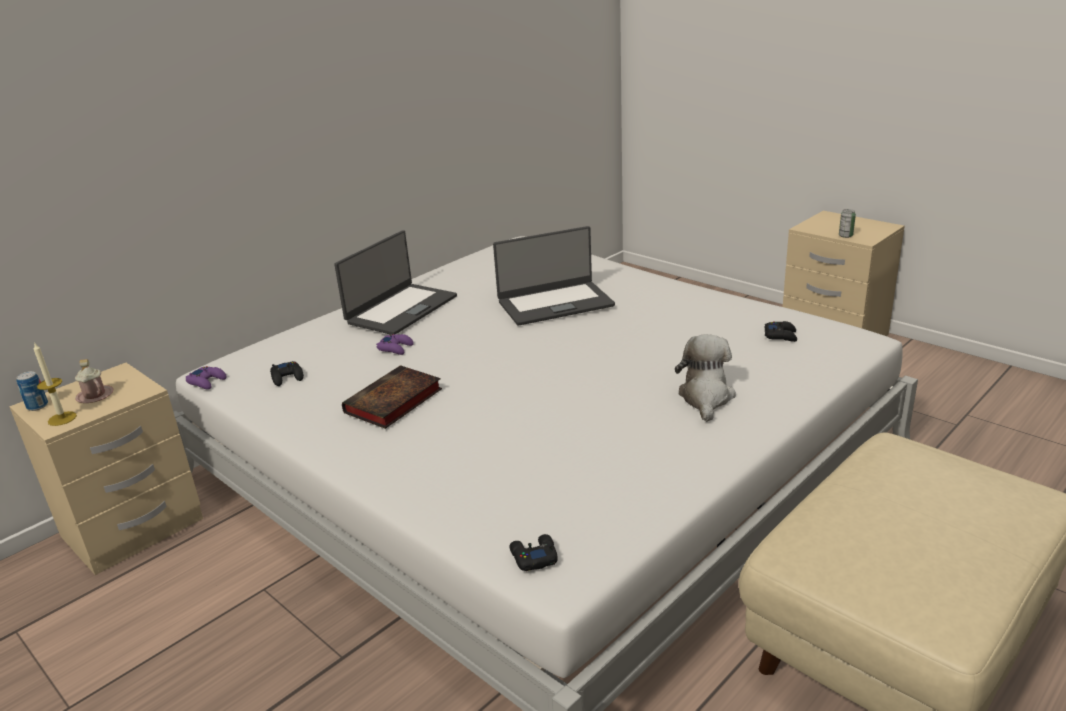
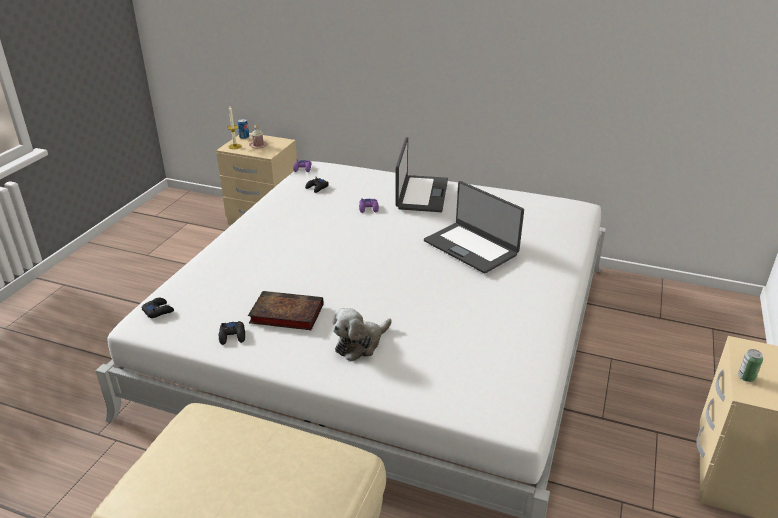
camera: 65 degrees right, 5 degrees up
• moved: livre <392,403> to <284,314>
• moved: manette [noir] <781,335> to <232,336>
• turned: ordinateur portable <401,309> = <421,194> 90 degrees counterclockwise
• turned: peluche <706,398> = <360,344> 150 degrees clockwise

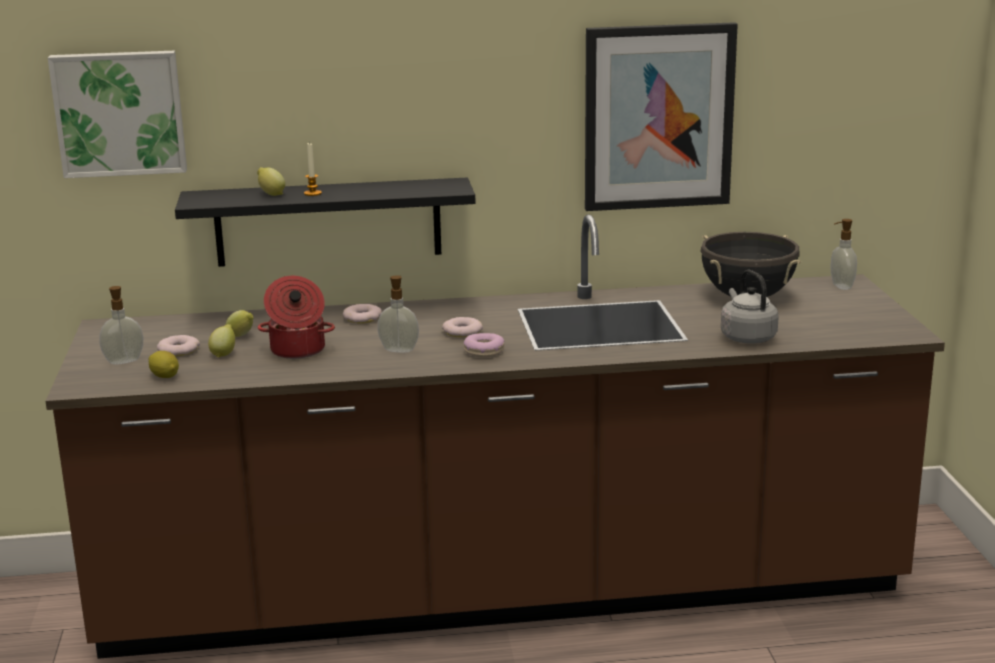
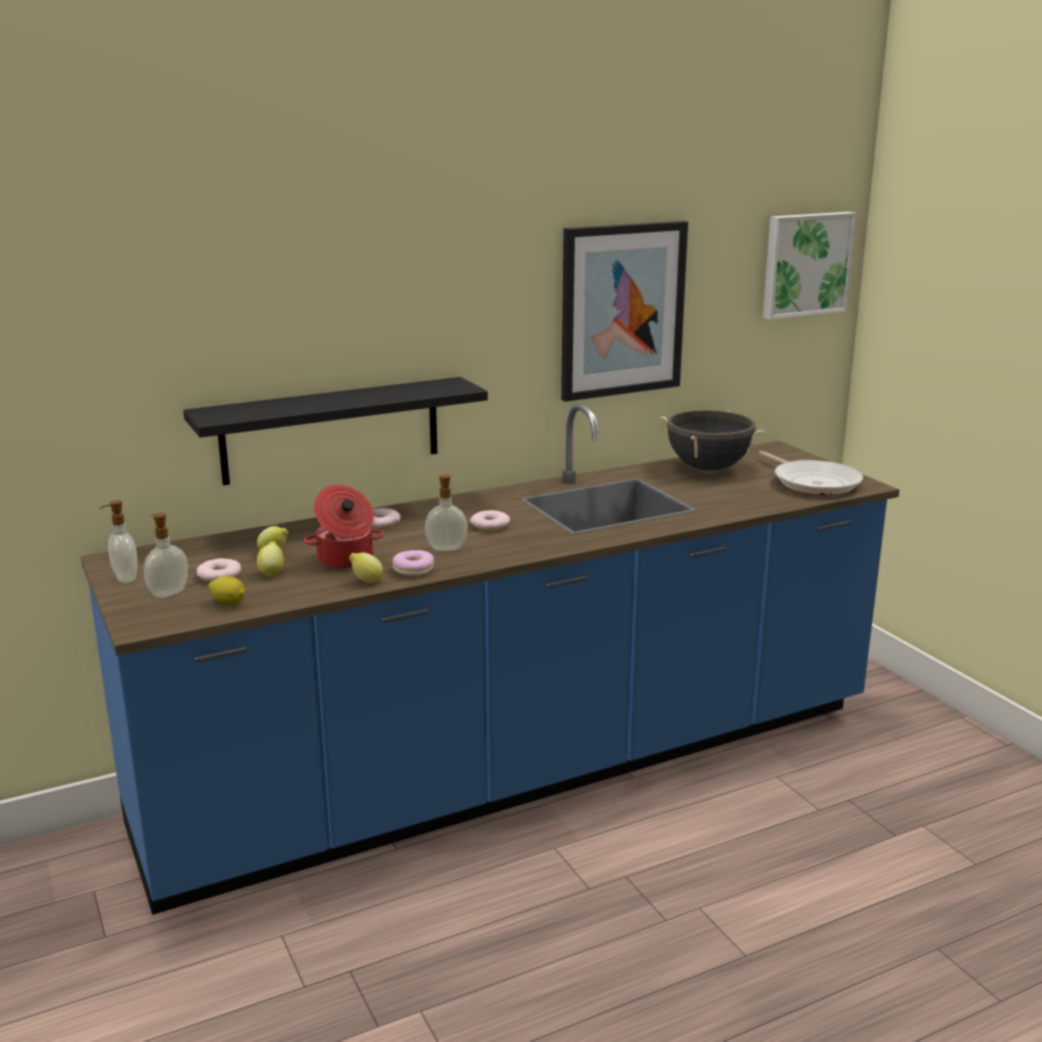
camera: 20 degrees left, 0 degrees up
• removed: bougie <312,193>
• removed: bouilloire [gris] <746,337>
• added: poêle <813,482>
• moved: tableau <120,113> to <805,264>
• moved: citron <271,194> to <366,581>
• moved: beignet <484,351> to <413,569>
• moved: distributeur de savon <840,286> to <124,578>
• recoloured: comptoir de cuisine [marron] <502,592> to comptoir de cuisine [bleu] <521,769>

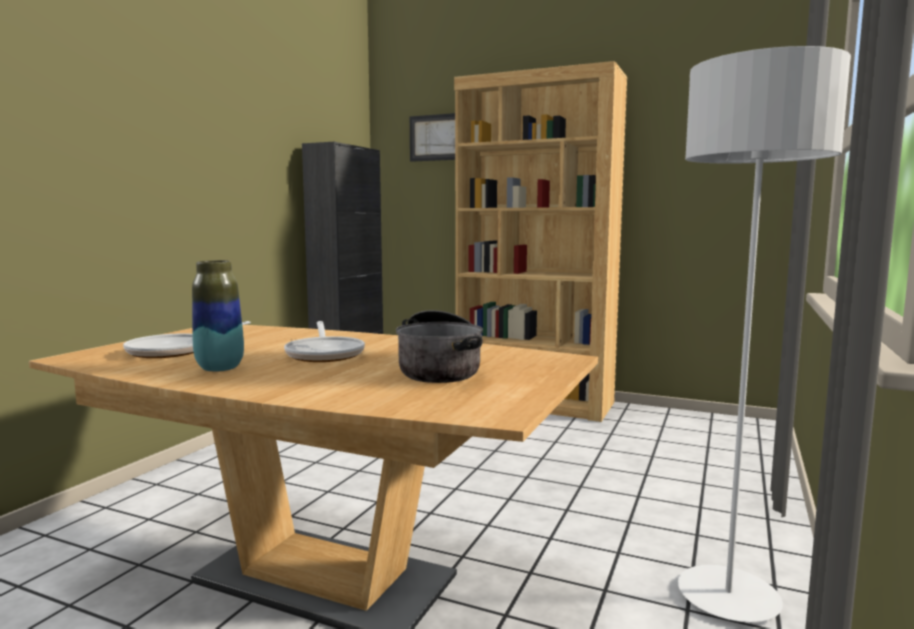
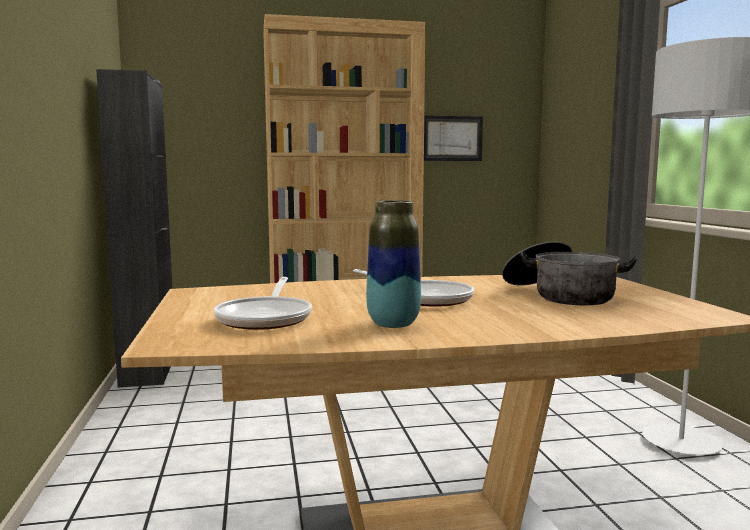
camera: 35 degrees left, 0 degrees up
• moved: tableau <438,137> to <452,138>

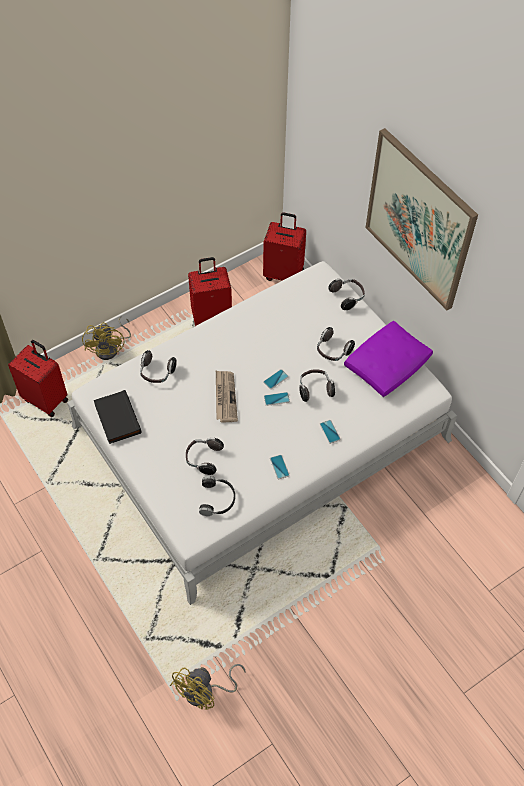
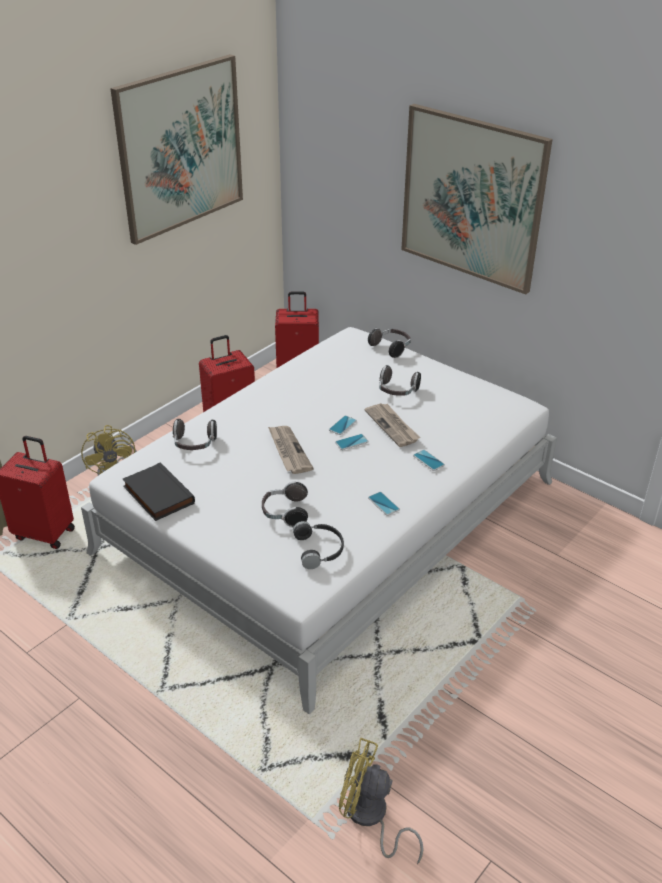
camera: 15 degrees left, 20 degrees down
• removed: coussin [violet] <386,365>
• added: tableau <180,148>
• replaced: casque audio <315,389> to journal <392,426>
• turned: ventilateur [jaune] <205,692> = <370,818> 90 degrees clockwise

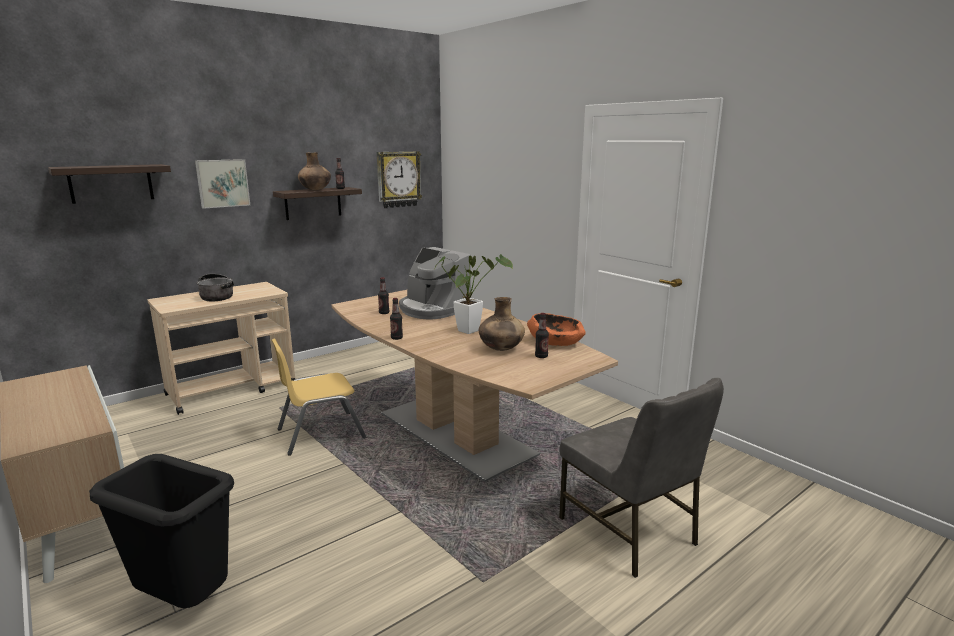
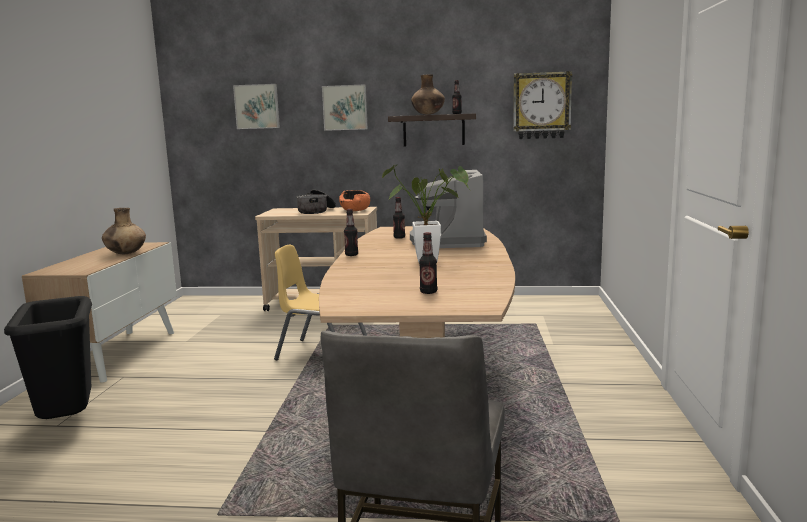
camera: 45 degrees right, 5 degrees down
• moved: vase [marron] <501,349> to <125,254>
• moved: bol [orange] <555,342> to <355,210>
• replaced: étagère <111,183> to tableau <257,106>

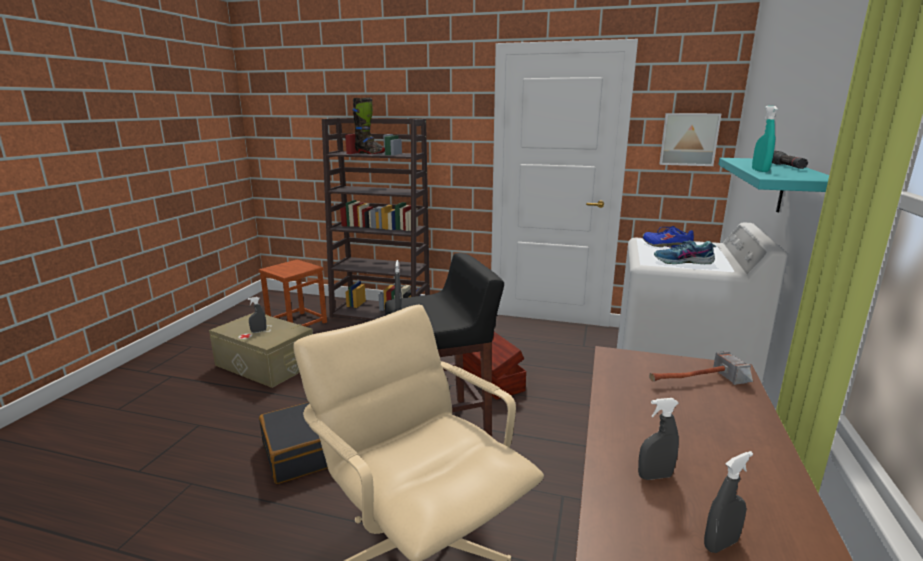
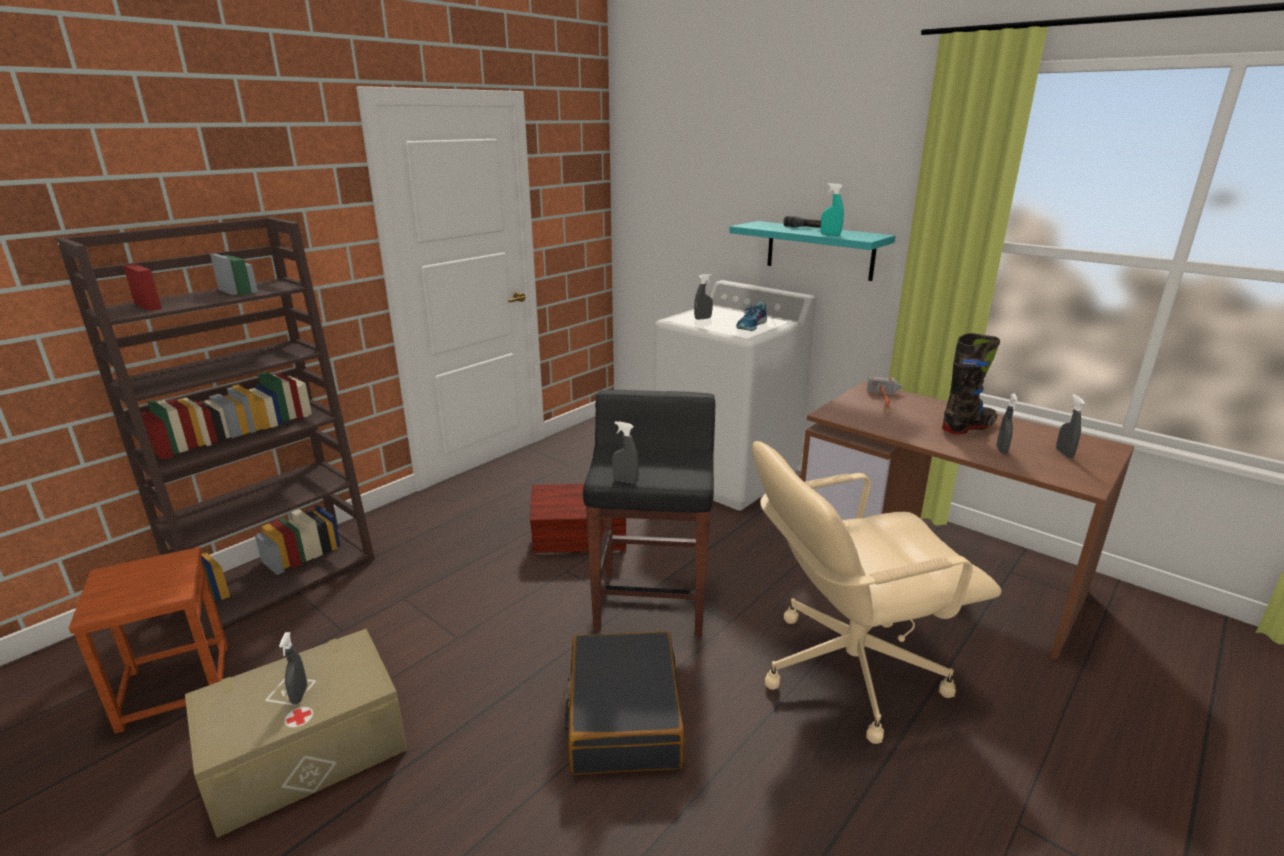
camera: 65 degrees left, 5 degrees up
• removed: tableau <689,139>
• moved: botte [noir] <369,153> to <968,427>
• replaced: chaussure [bleu] <667,246> to vaporisateur [gris] <703,318>

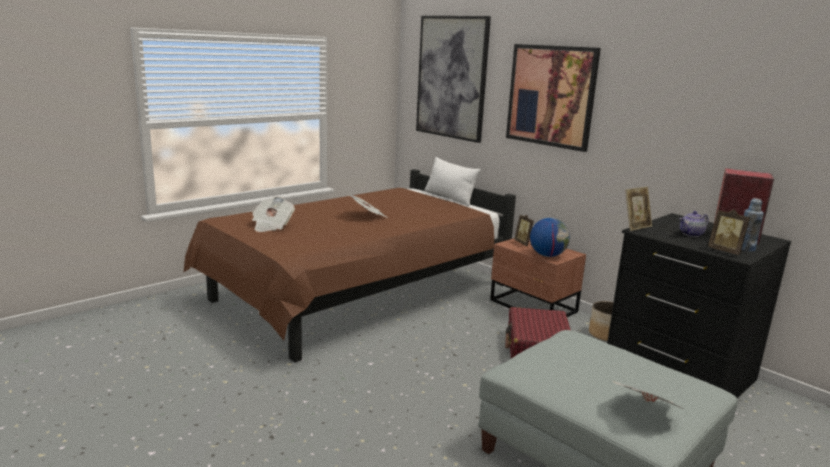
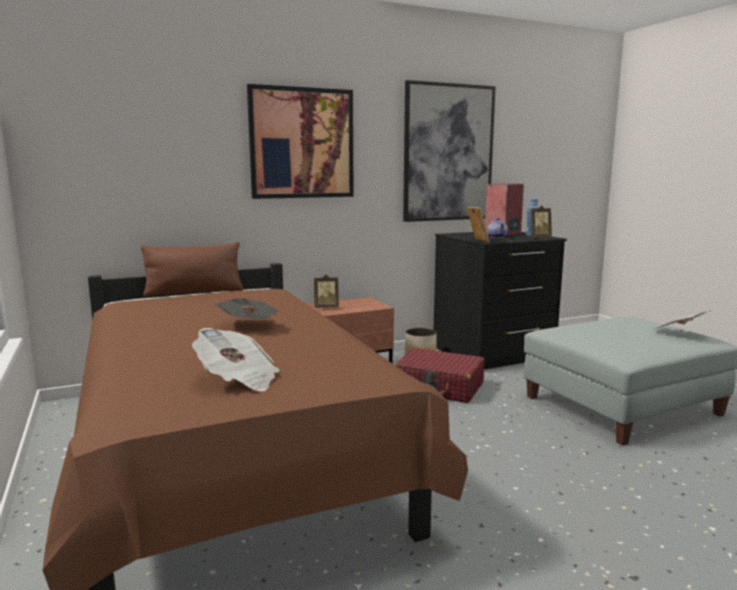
camera: 70 degrees left, 5 degrees down
• removed: globe <547,255>
• moved: tableau <452,77> to <448,153>
• recoloured: coussin [blanc] <449,197> to coussin [marron] <194,292>

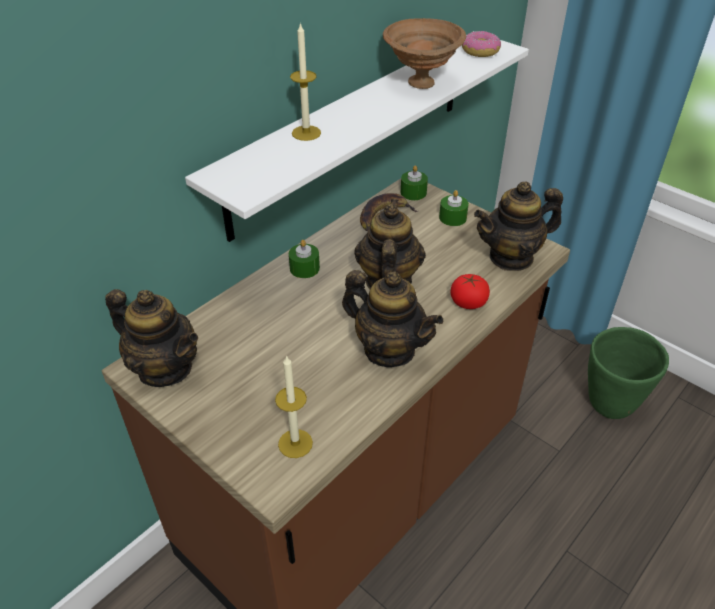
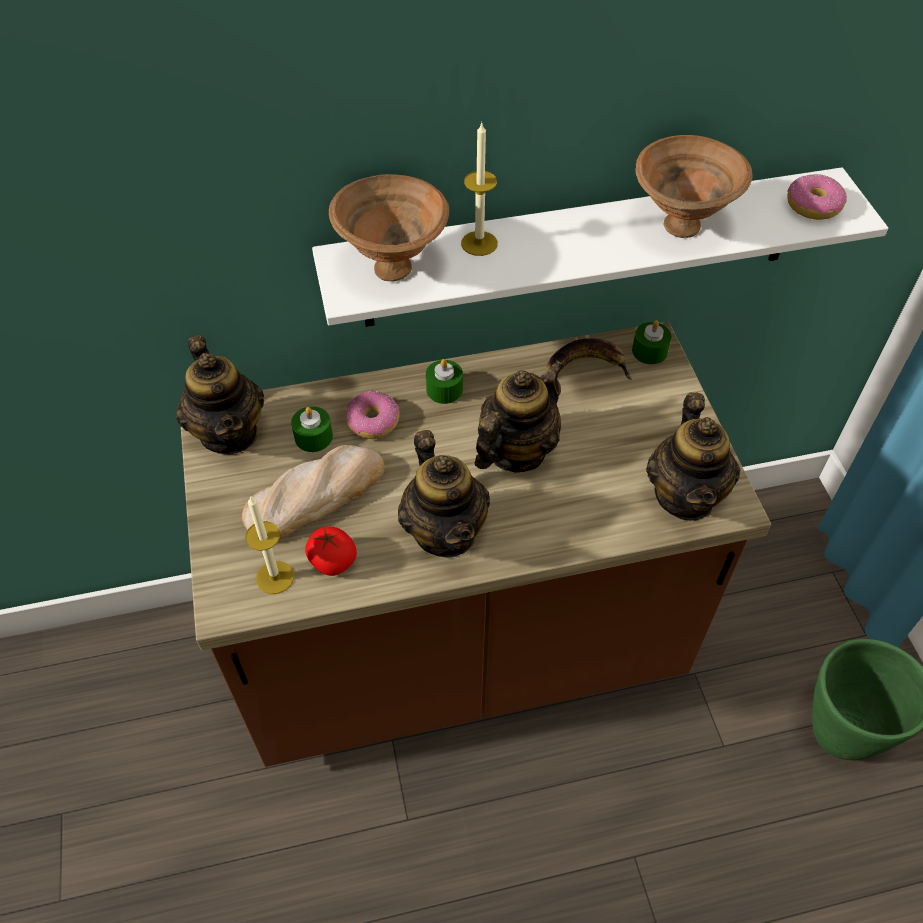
camera: 35 degrees right, 10 degrees up
• added: pain <316,495>
• added: bol [marron] <391,267>
• added: beignet <372,421>
• moved: bougie [vert] <452,218> to <313,437>
• moved: tomate <468,303> to <332,561>
• turned: théière <511,257> = <685,496> 105 degrees counterclockwise

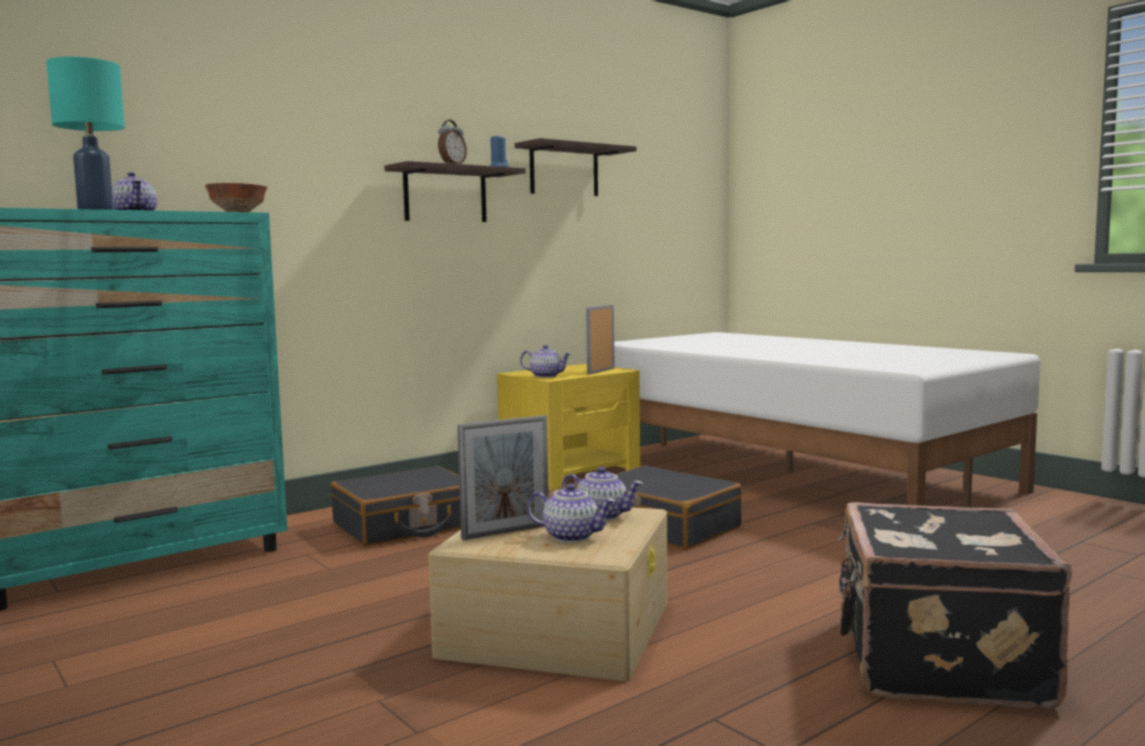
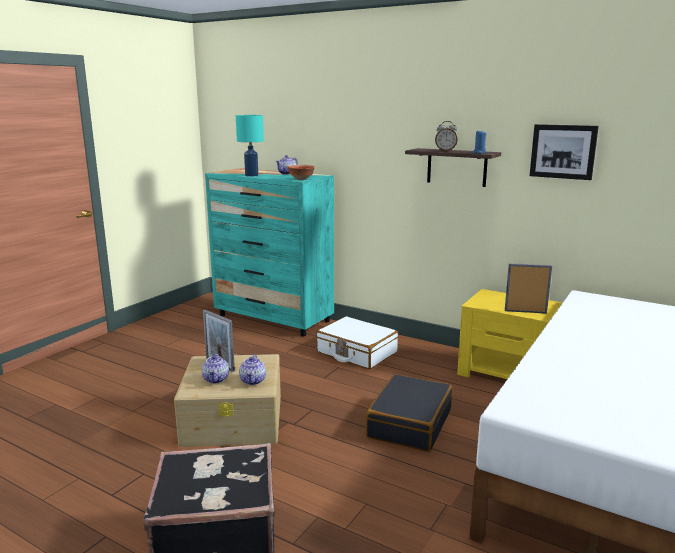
camera: 70 degrees right, 10 degrees up
• removed: théière <546,376>
• replaced: étagère <564,171> to tableau <563,151>
• recoloured: valise [noir] <406,525> to valise [blanc] <356,352>

